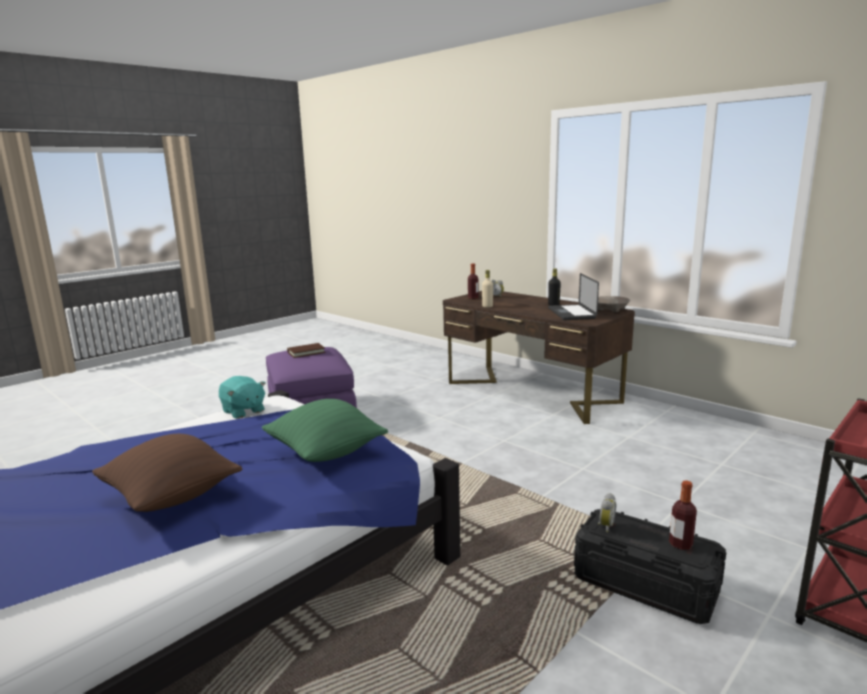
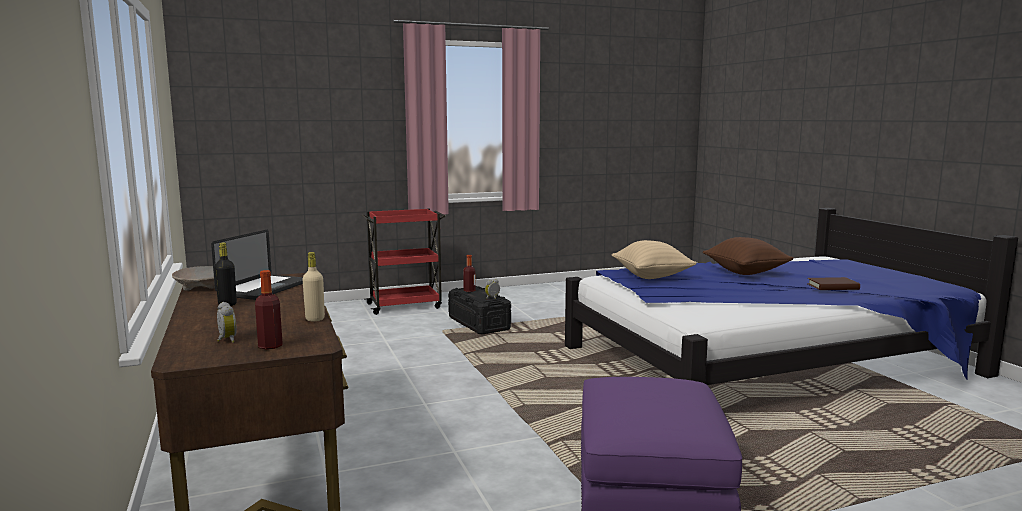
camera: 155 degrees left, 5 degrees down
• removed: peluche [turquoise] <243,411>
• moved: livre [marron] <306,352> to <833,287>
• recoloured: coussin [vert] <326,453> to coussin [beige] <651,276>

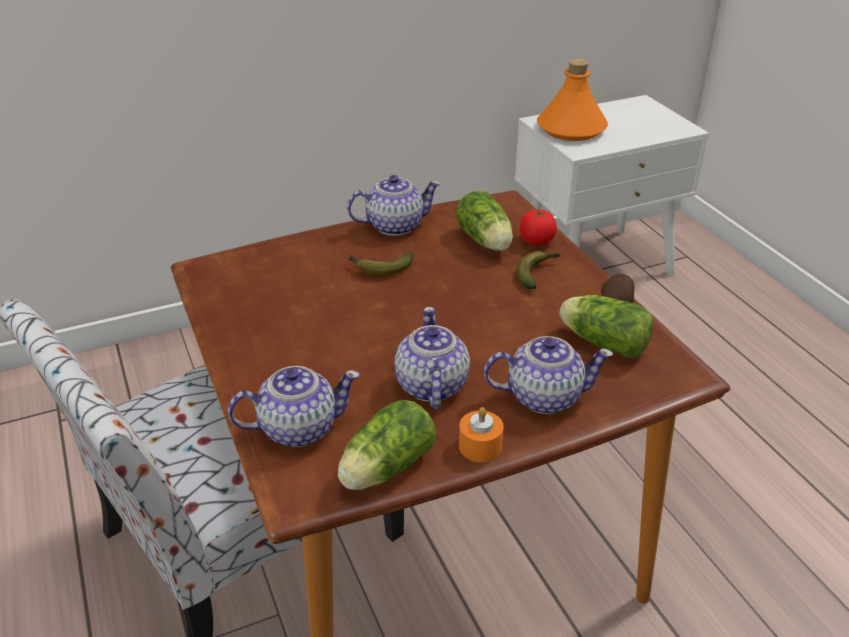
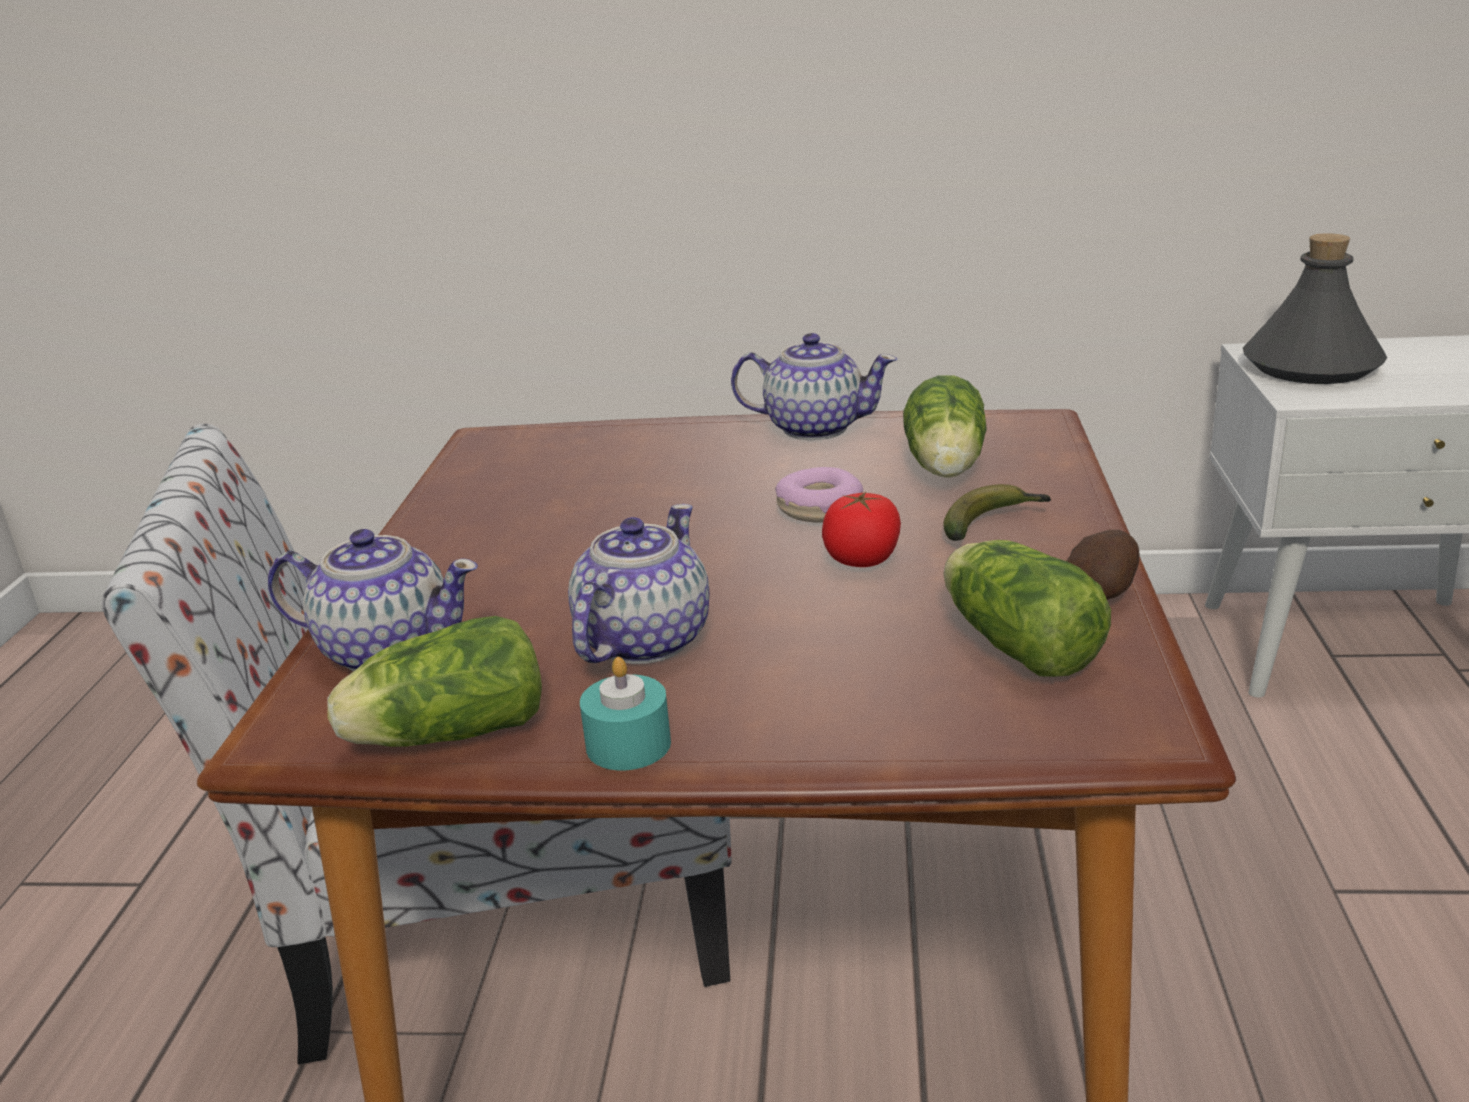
camera: 30 degrees right, 10 degrees down
• removed: banane <379,268>
• removed: théière <543,396>
• added: beignet <819,508>
• moved: tomate <536,241> to <862,559>
• recoloured: bougie [orange] <480,446> to bougie [turquoise] <628,745>
• recoloured: bouteille [orange] <571,129> to bouteille [gris] <1311,366>

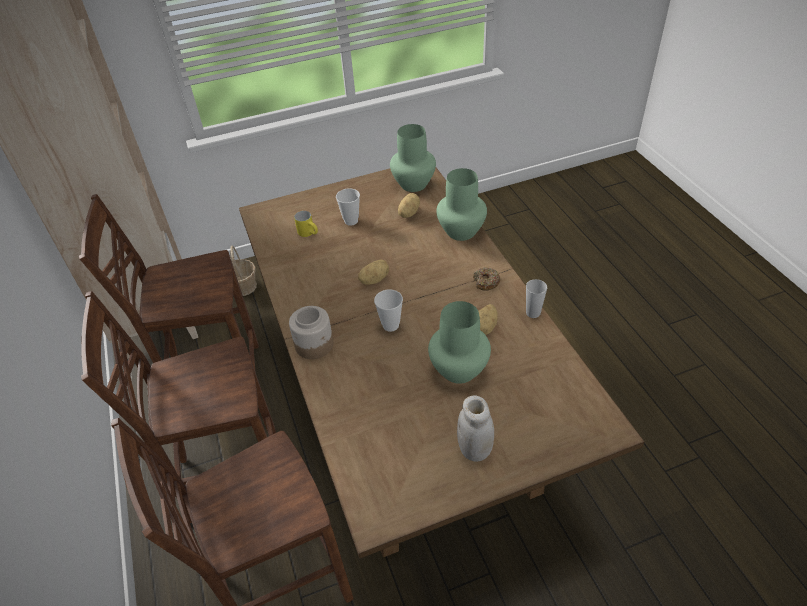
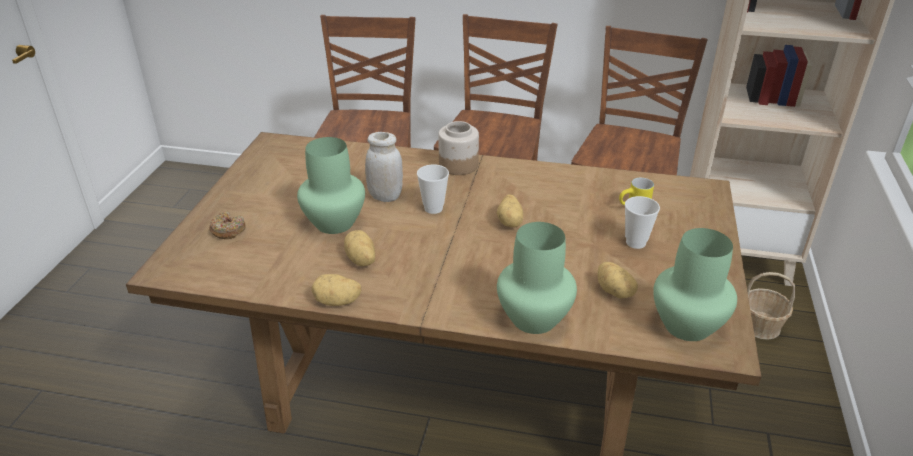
camera: 120 degrees right, 10 degrees down
• moved: bocal [blanc] <474,449> to <385,196>
• moved: beignet <486,282> to <228,230>
• replaced: tasse <533,313> to pomme de terre <337,302>

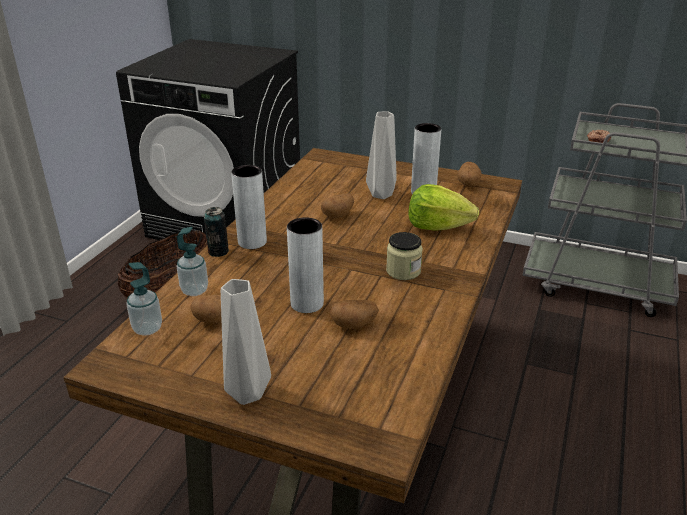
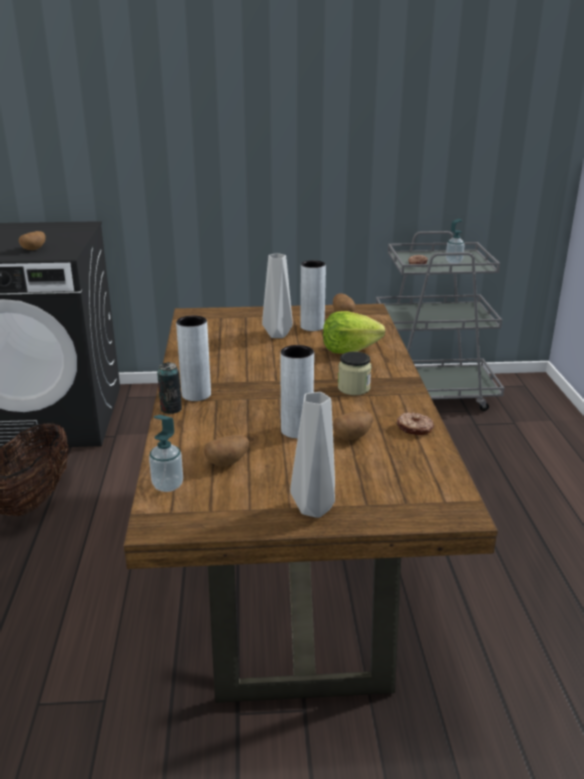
camera: 25 degrees left, 5 degrees down
• added: beignet <414,429>
• moved: distributeur de savon <194,290> to <453,262>
• moved: pomme de terre <338,215> to <34,249>

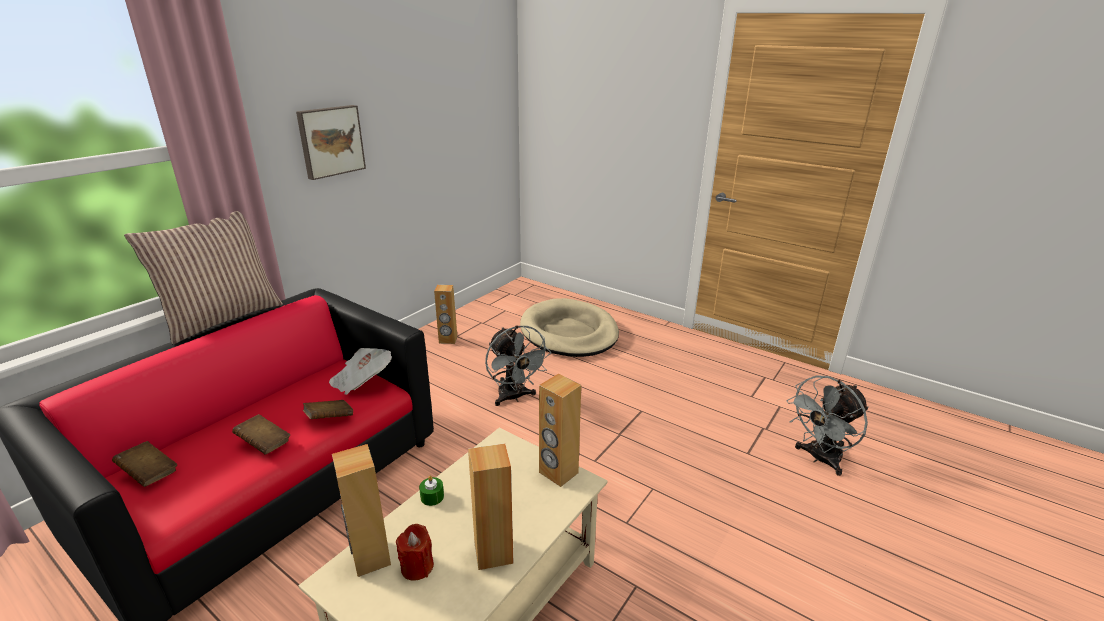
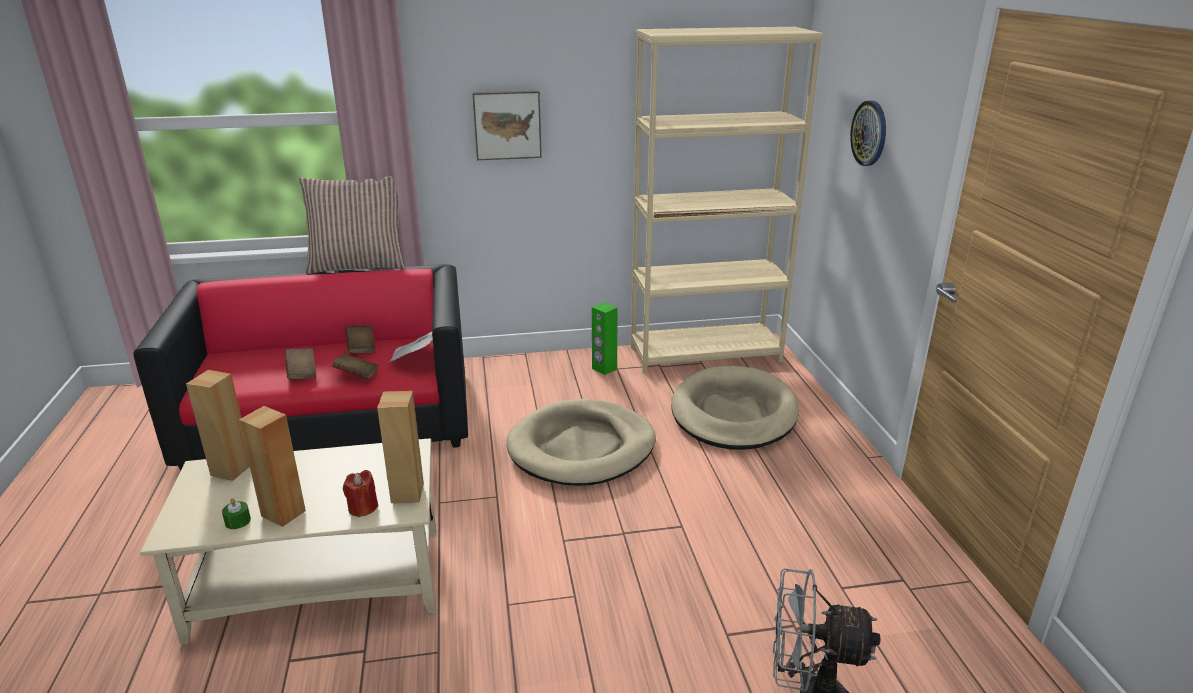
camera: 45 degrees right, 0 degrees up
• added: bibliothèque [beige] <705,354>
• added: horloge murale <869,133>
• moved: livre [marron] <149,473> to <361,348>
• moved: bougie [rouge] <417,566> to <363,508>
• moved: bougie [vert] <432,497> to <238,521>
• replaced: ventilateur [gris] <514,397> to panier pour chien [beige] <582,448>
• recoloured: enceinte [marron] <448,340> to enceinte [vert] <604,369>

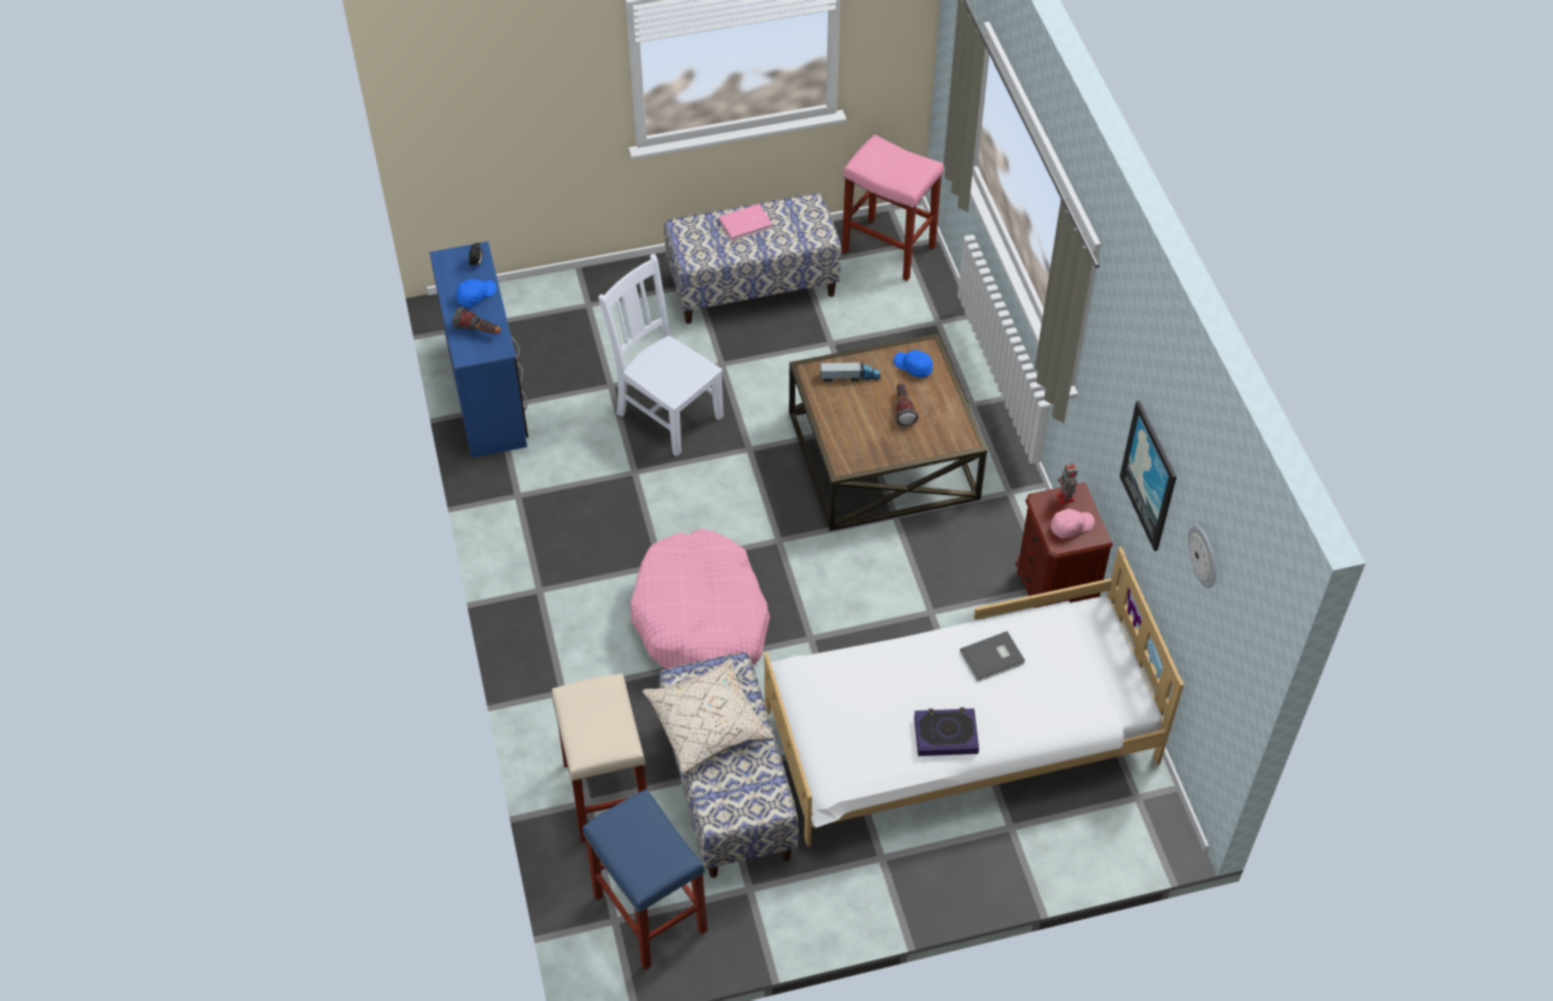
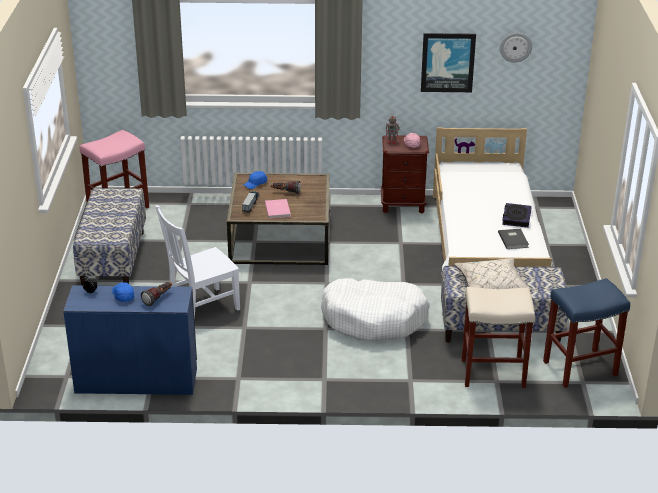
camera: 75 degrees left, 20 degrees down
• moved: livre [rose] <746,224> to <278,209>
• moved: livre [gris] <993,658> to <514,239>
• recoloured: panier pour chien [rose] <701,619> to panier pour chien [blanc] <374,319>

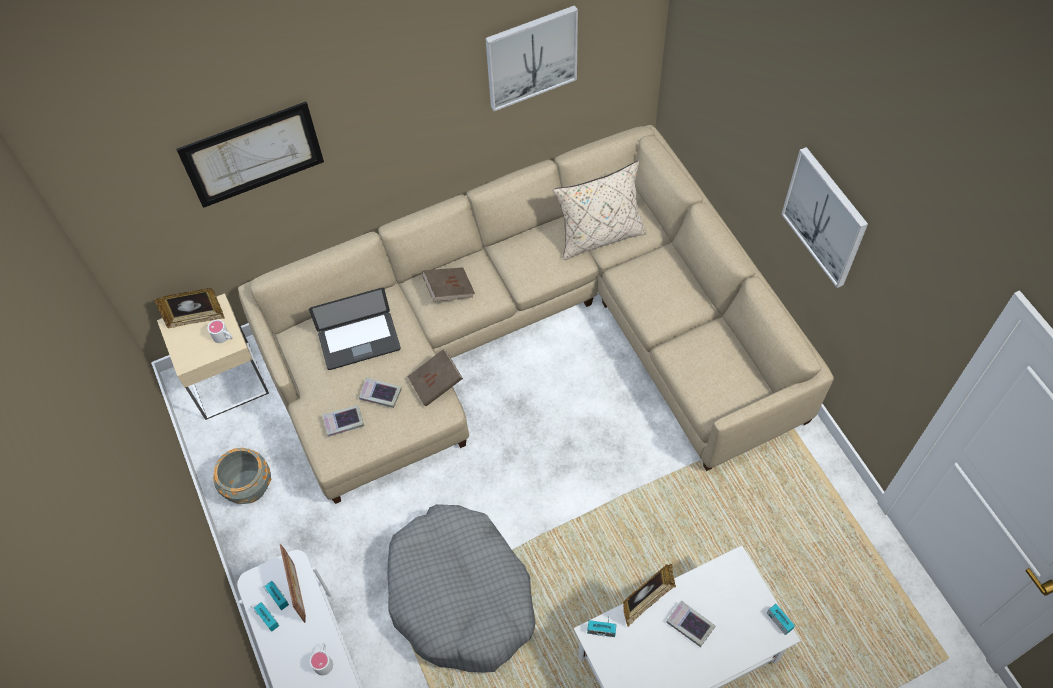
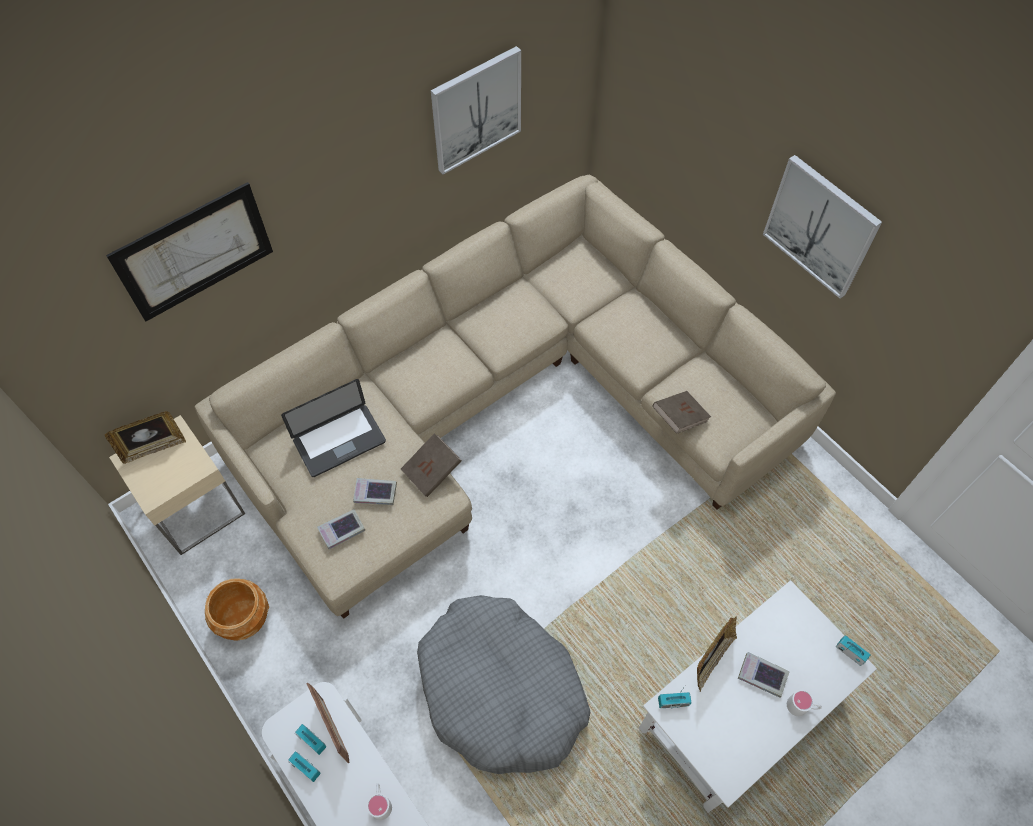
camera: 15 degrees left, 0 degrees up
• removed: coussin [beige] <599,236>
• moved: mug [blanc] <224,337> to <802,706>
• moved: livre [marron] <449,290> to <679,418>
• recoloured: cache-pot [gris] <249,486> to cache-pot [marron] <244,618>

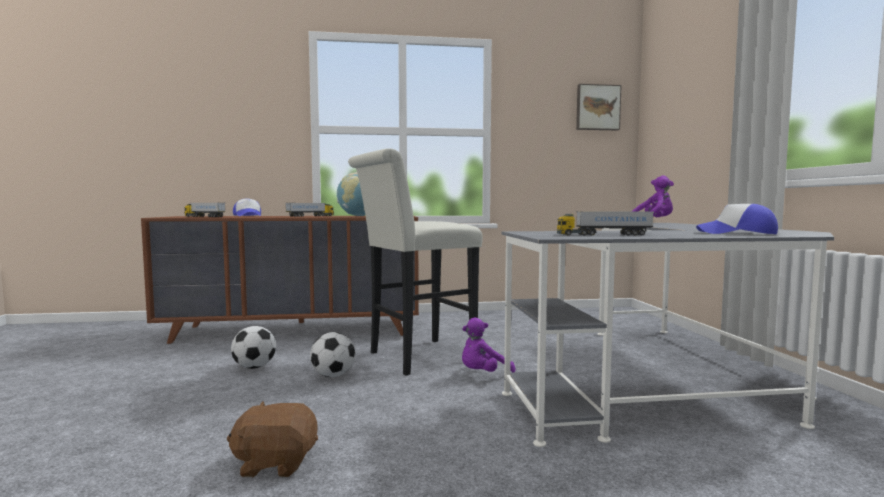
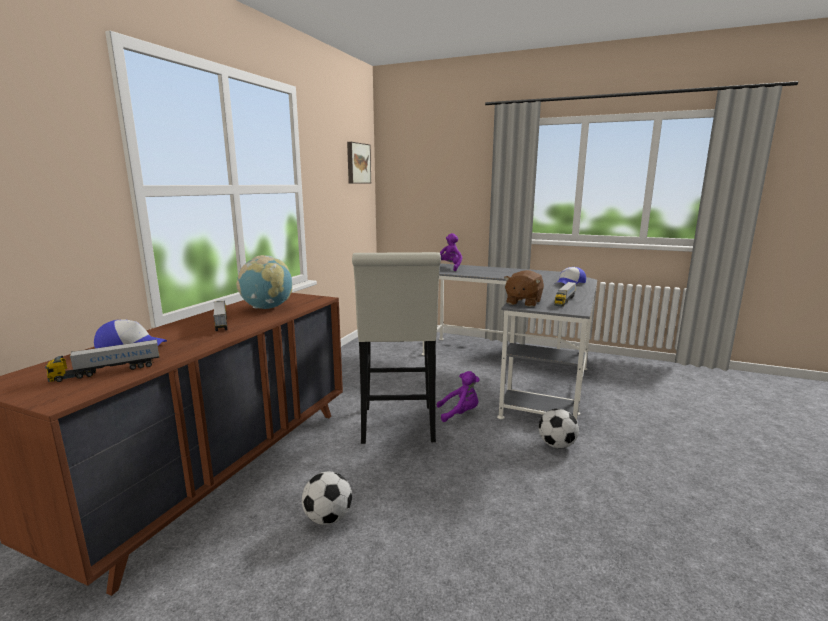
camera: 60 degrees left, 10 degrees up
• moved: peluche [marron] <276,463> to <523,302>
• moved: ballon de foot <333,375> to <557,445>
• turned: peluche [violet] <483,374> = <460,413> 90 degrees counterclockwise

